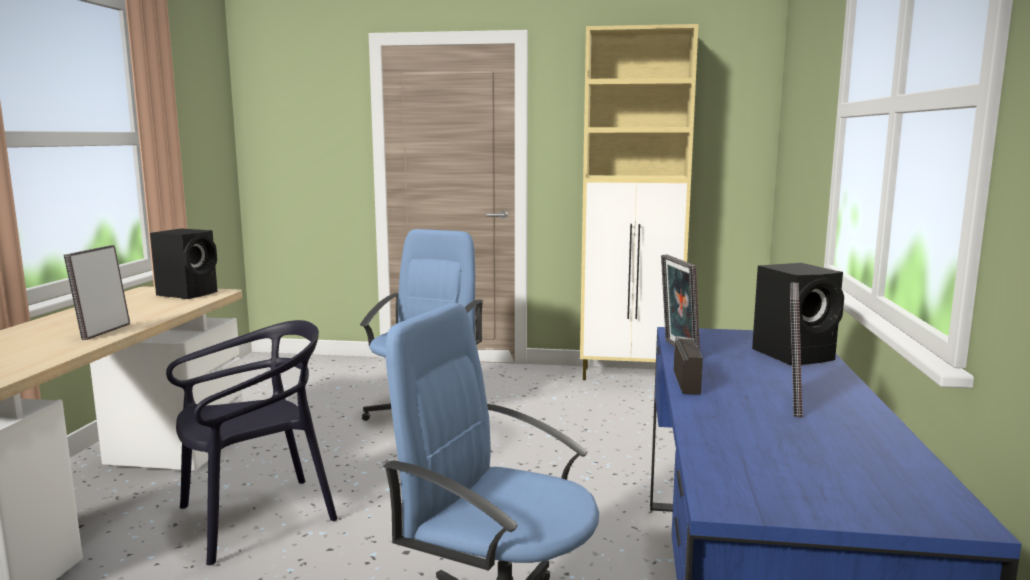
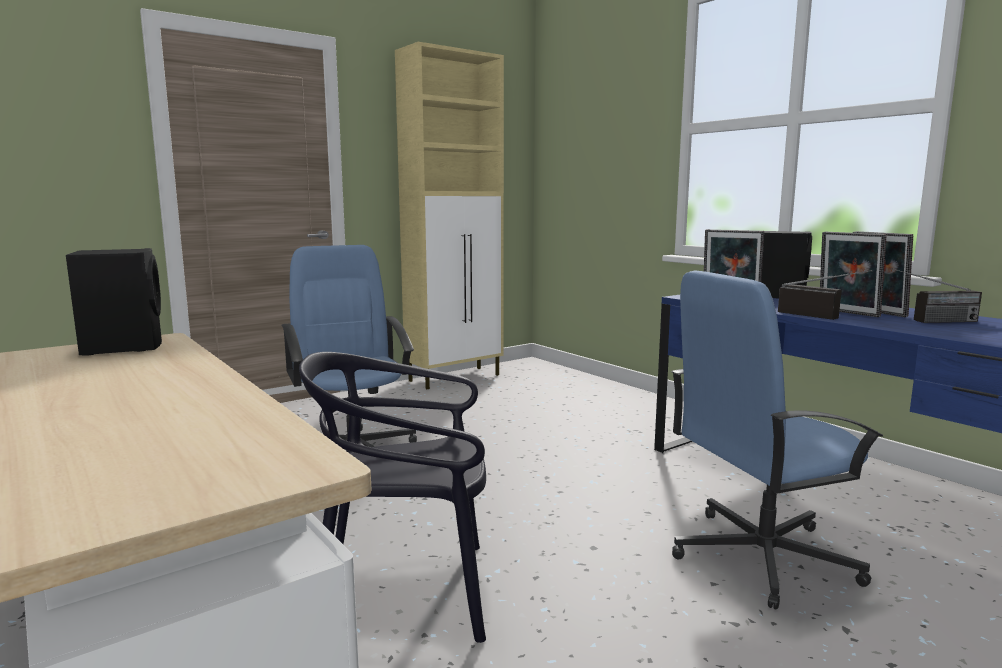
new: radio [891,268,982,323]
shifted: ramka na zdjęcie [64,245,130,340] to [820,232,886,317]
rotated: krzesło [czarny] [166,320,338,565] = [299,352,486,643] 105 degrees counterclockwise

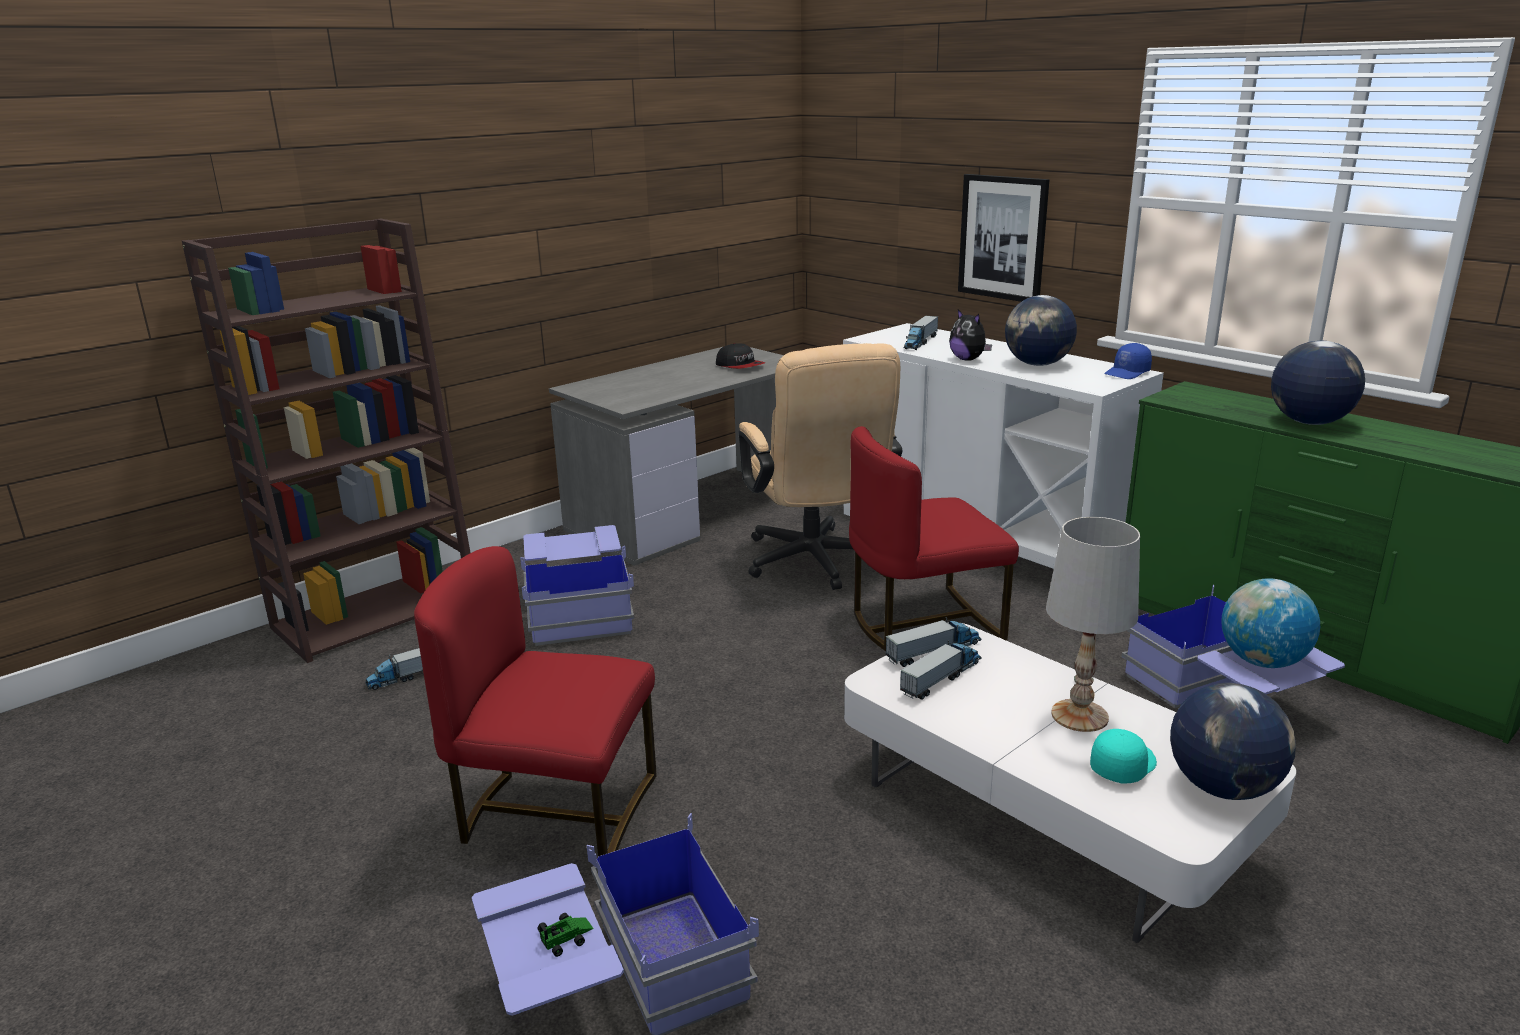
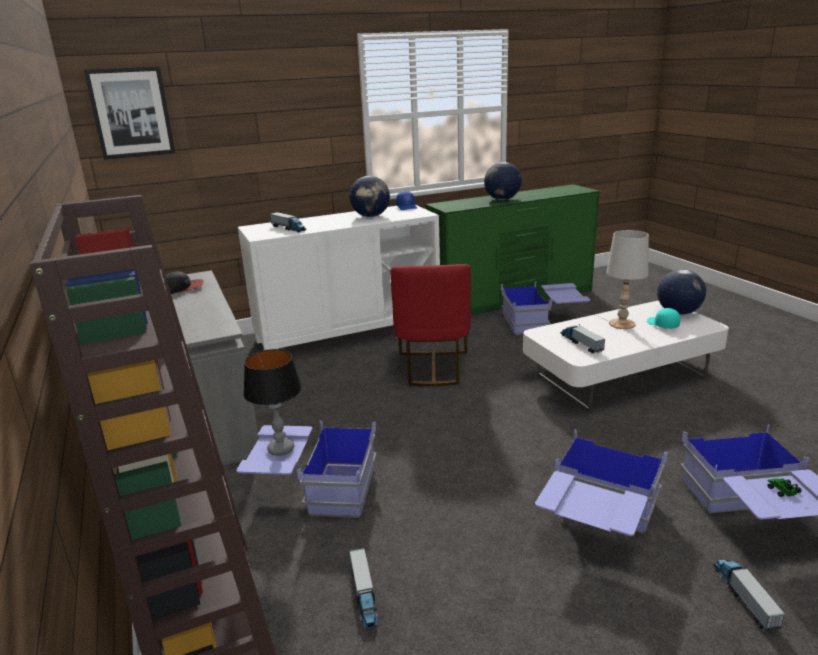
gone: krzesło biurowe [beżowy] [739,343,902,590]; pluszak [949,310,992,361]; globus [1221,579,1320,668]
new: lampa stołowa [243,349,302,456]
shifted: ciężarówka zabawkowa [885,617,981,667] to [713,560,786,632]; obraz [958,174,1049,302] to [84,66,175,160]
swapped: krzesło [czerwony] [414,546,656,857] to pojemnik do przechowywania [niebieski] [535,429,668,536]

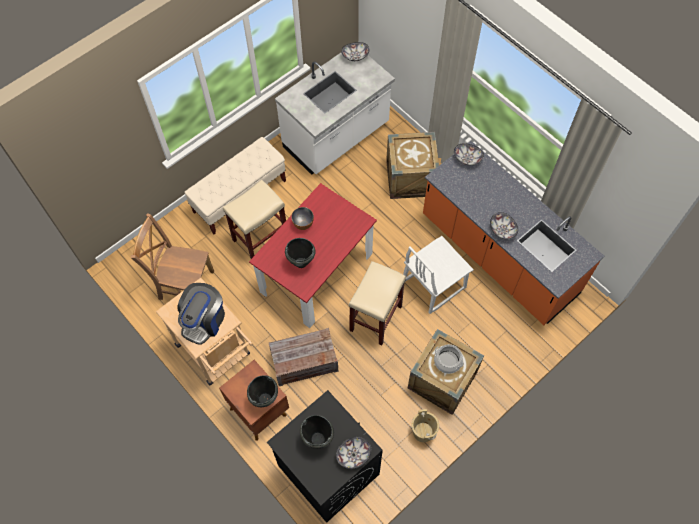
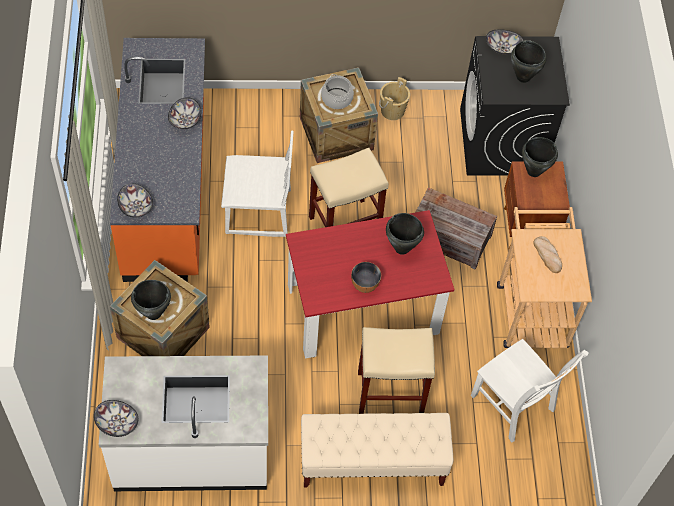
new: garnek [czarny] [131,280,171,320]
swapped: ekspres do kawy [177,283,225,345] to chleb [533,236,562,273]
repainted: krzesło [brązowy] [131,213,214,300] to krzesło [biały] [471,339,589,443]

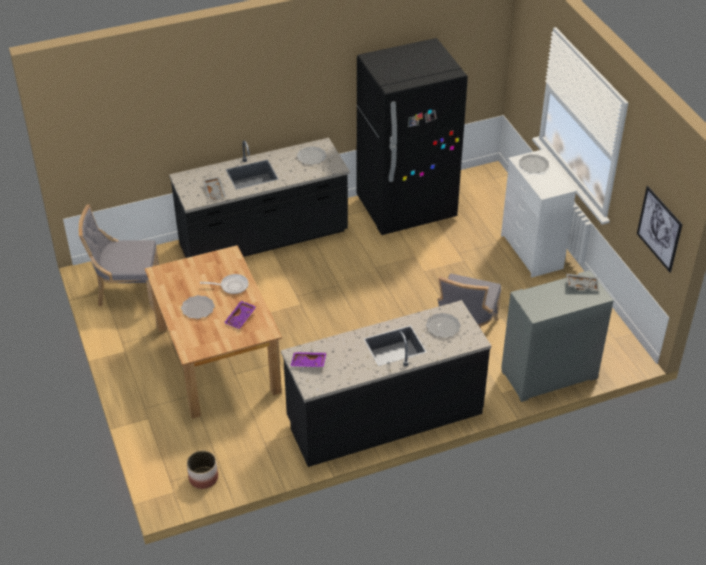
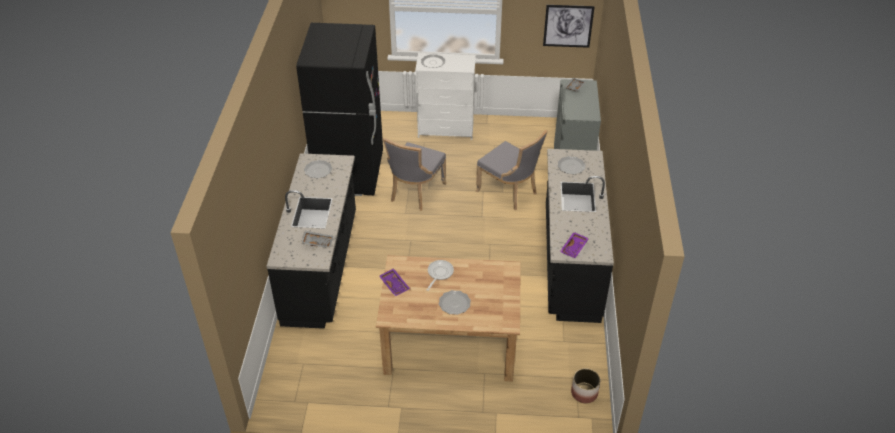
shifted: krzesło [szary] [79,204,159,310] to [383,138,447,211]; taca [fioletowy] [224,301,256,329] to [379,268,410,296]

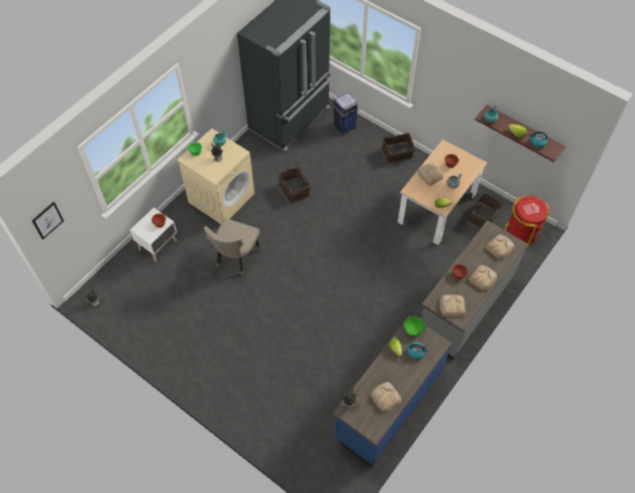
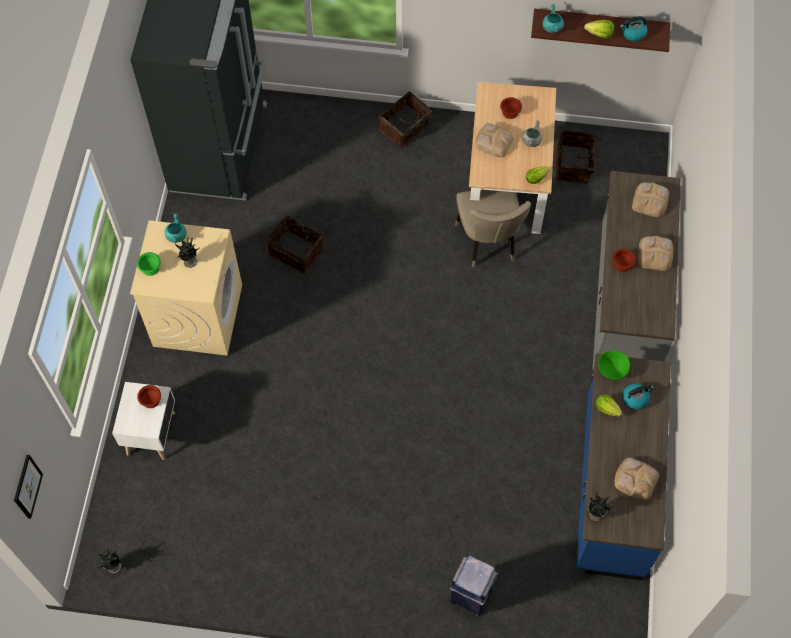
gone: chleb [439,295,466,317]; kosz na śmieci [czerwony] [505,195,550,248]
shifted: krzesło [beżowy] [204,218,260,275] to [455,190,531,267]; kosz na śmieci [niebieski] [332,93,359,136] to [449,555,499,617]

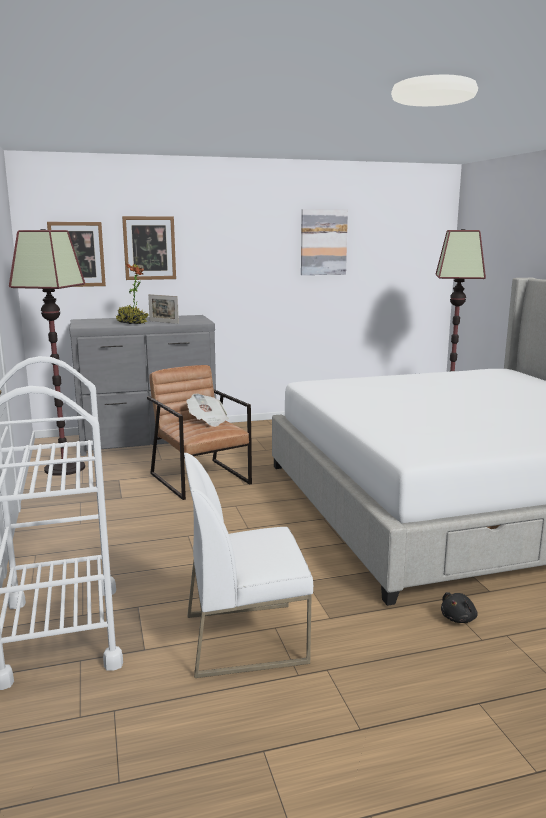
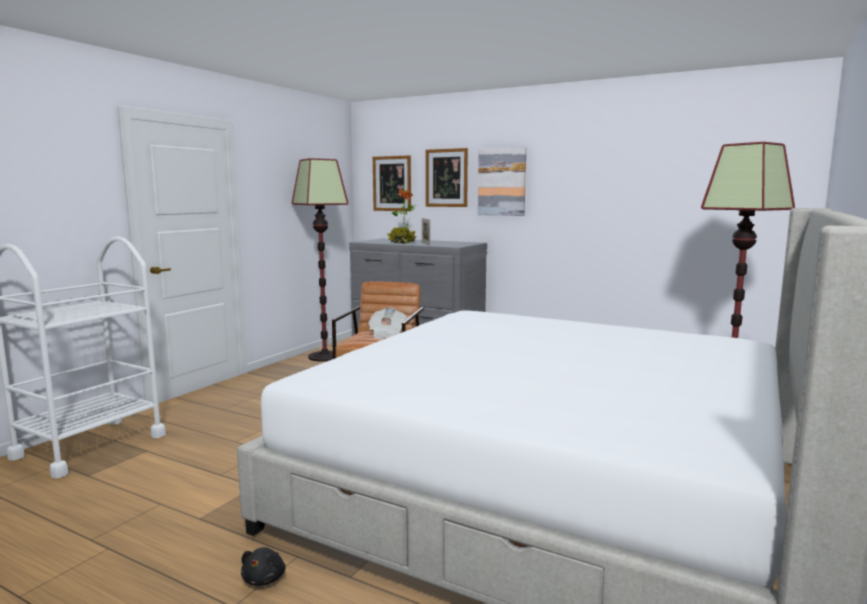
gone: krzesło [biały] [184,453,313,678]
shifted: obraz [301,209,348,275] to [478,147,526,216]
rotated: pluszak [czarny] [441,592,478,623] = [241,547,286,586] 75 degrees counterclockwise

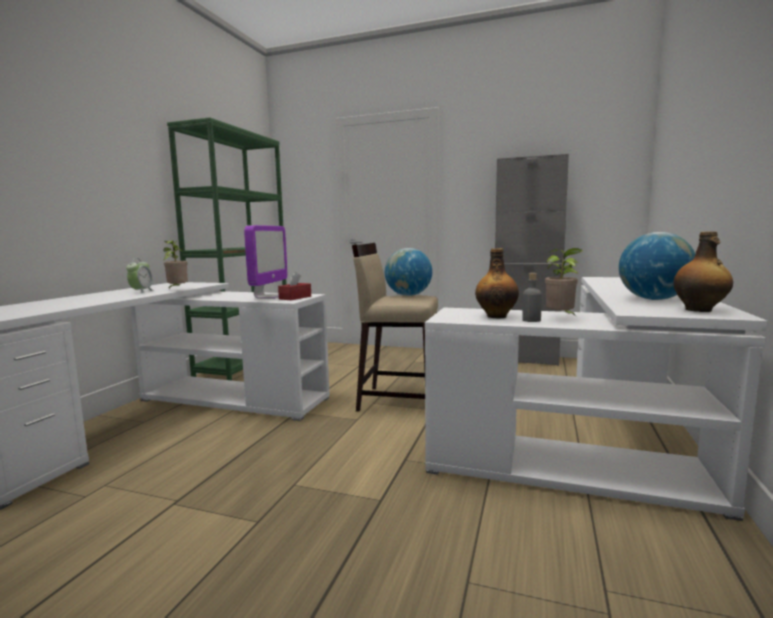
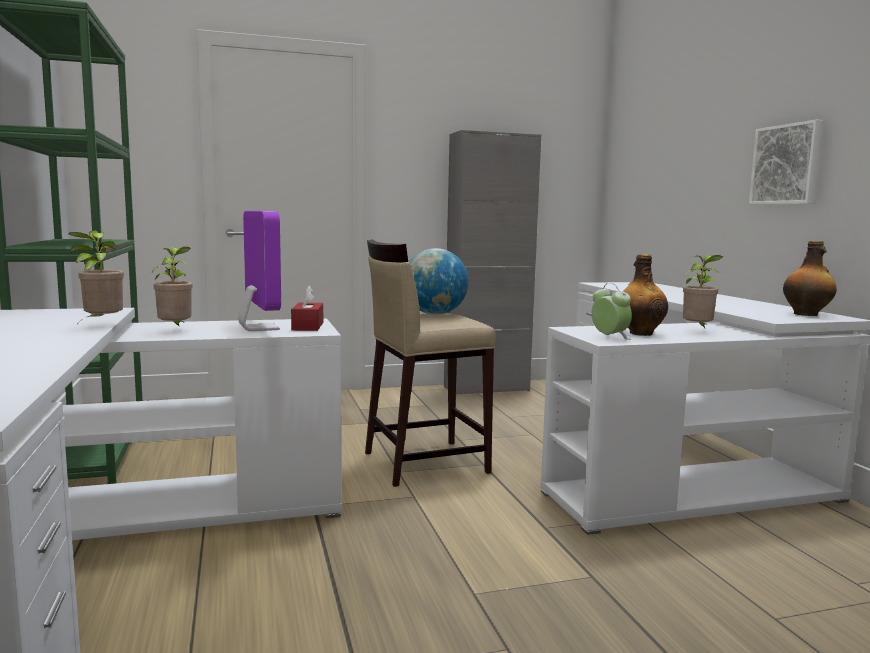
gone: butelka [szary] [522,273,542,322]; globus [619,232,695,300]
new: roślina doniczkowa [152,247,194,327]; obraz [749,120,824,204]
shifted: budzik [126,258,154,293] to [591,283,632,340]

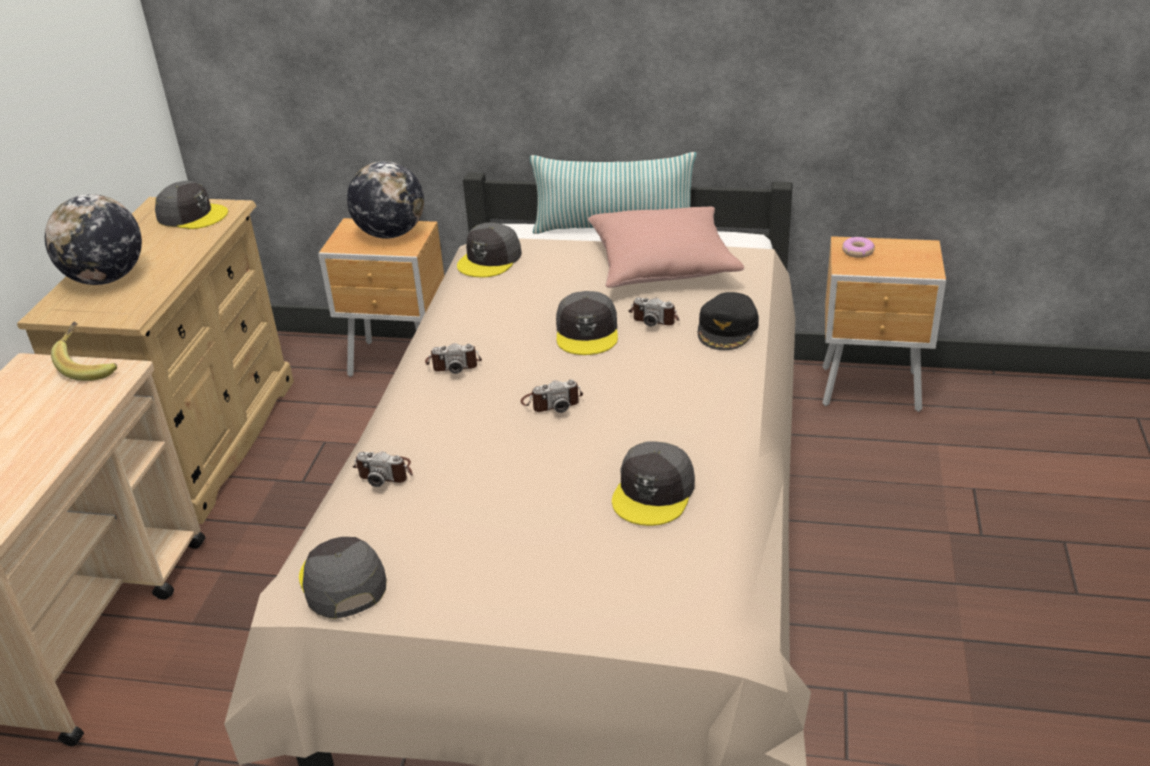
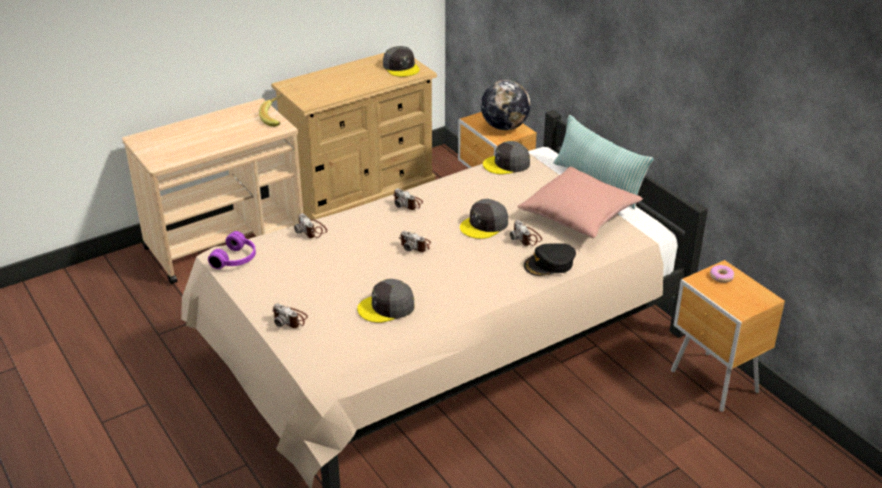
gone: globus [45,194,142,285]
new: aparat fotograficzny [272,303,308,328]
swapped: czapka z daszkiem [szary] [299,537,387,618] to słuchawki [fioletowy] [208,231,256,269]

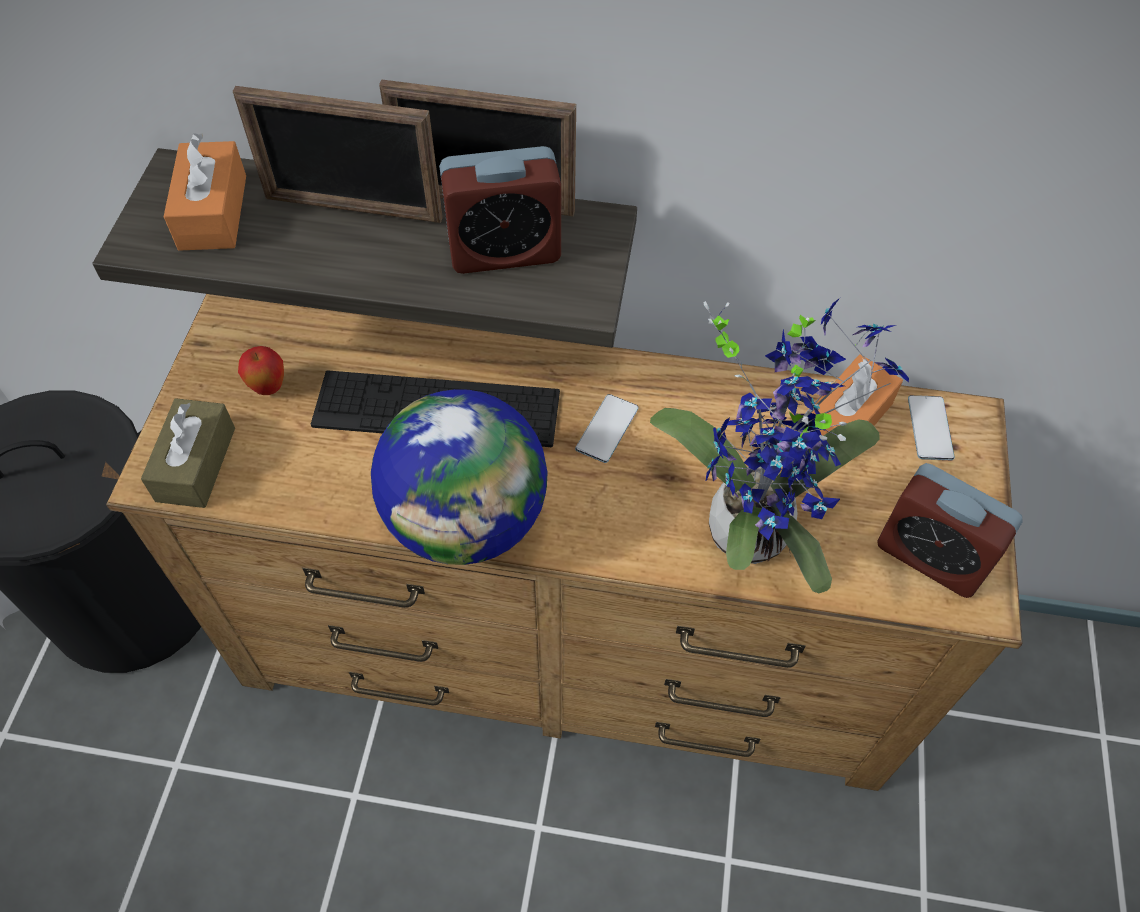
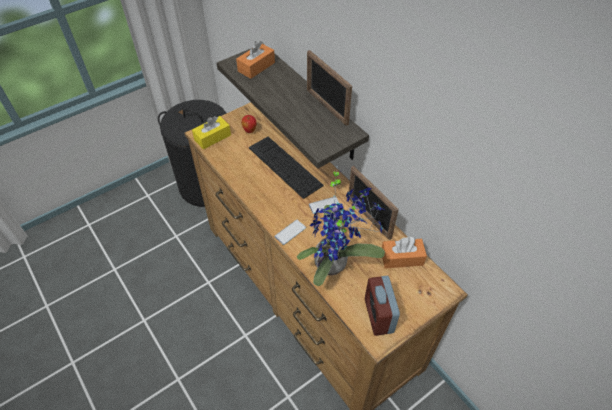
gone: globus [371,389,547,565]; budzik [439,146,561,274]
shifted: ramka na zdjęcie [233,86,443,223] to [349,166,399,240]; telefon [908,395,955,460] to [274,220,306,245]
repainted: pudełko chusteczek [brązowy] [141,398,235,508] to pudełko chusteczek [żółty] [192,116,231,150]

